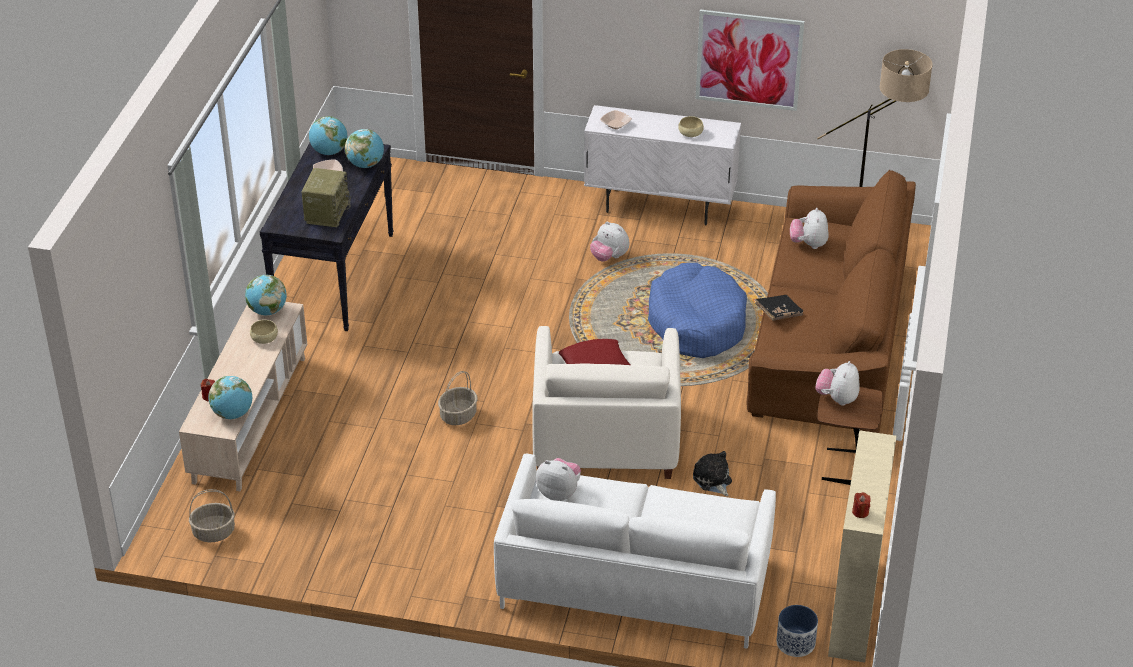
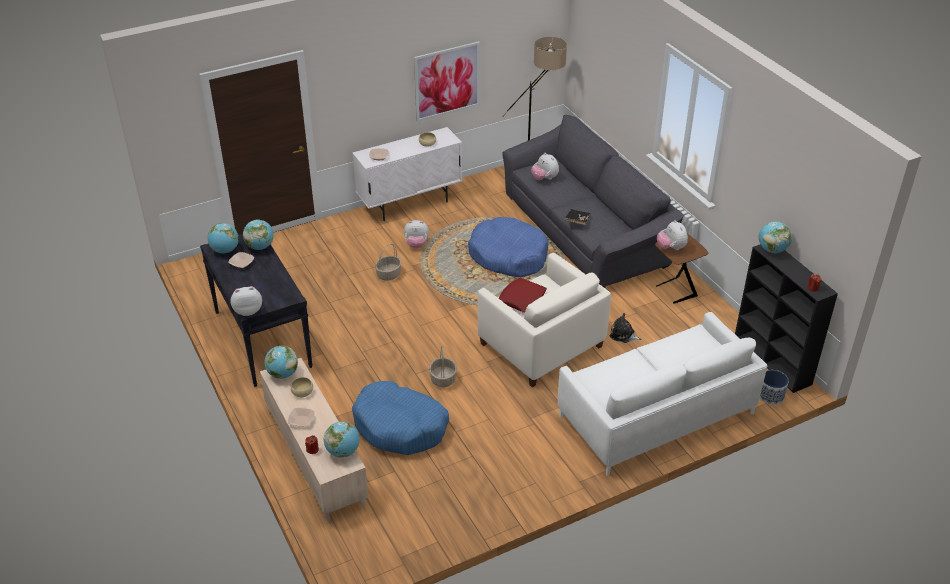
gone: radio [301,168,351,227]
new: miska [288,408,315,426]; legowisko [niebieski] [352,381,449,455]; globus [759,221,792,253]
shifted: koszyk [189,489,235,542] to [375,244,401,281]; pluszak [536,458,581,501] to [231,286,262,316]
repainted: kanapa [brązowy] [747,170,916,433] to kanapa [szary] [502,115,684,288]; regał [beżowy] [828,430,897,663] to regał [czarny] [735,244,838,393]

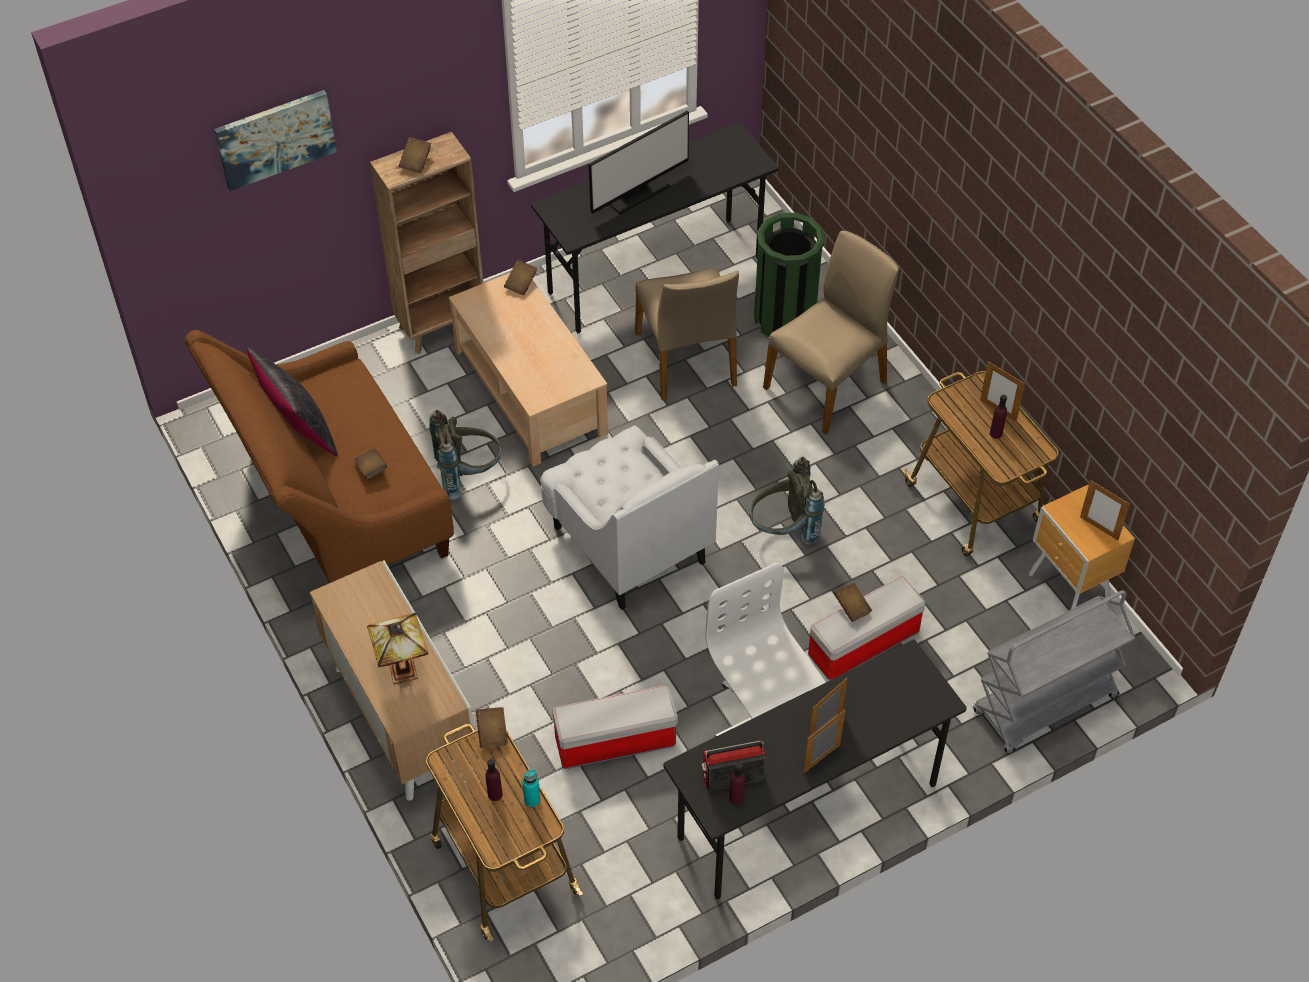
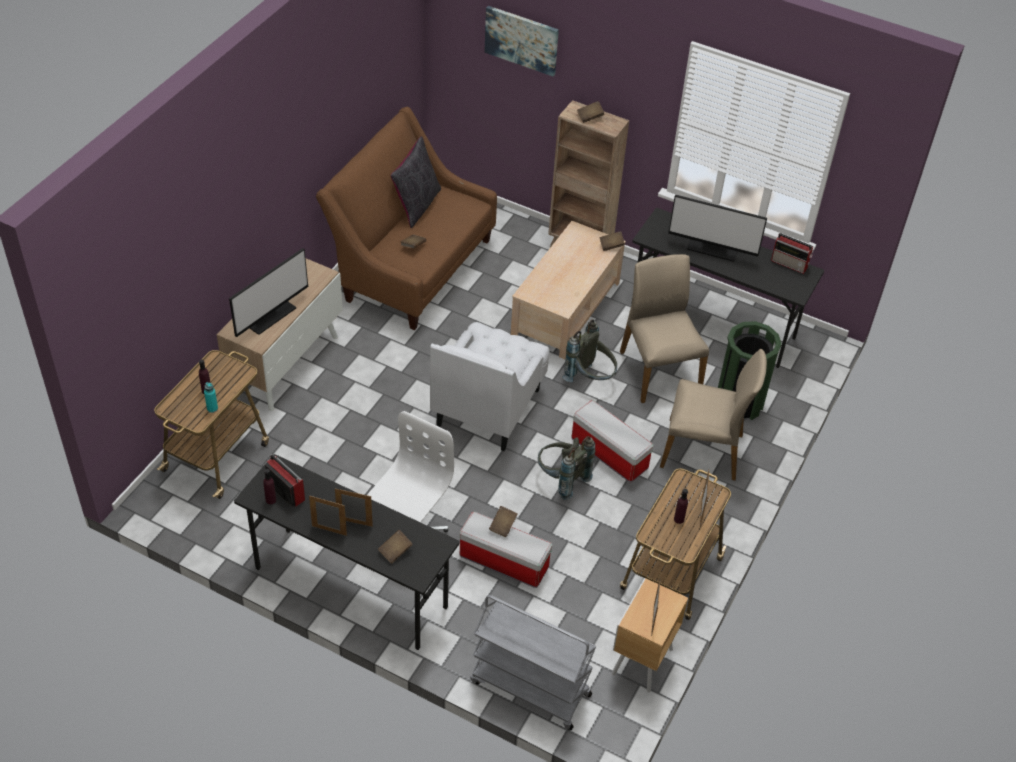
new: radio [771,233,813,274]
shifted: plecak [szary] [429,410,502,500] to [562,319,617,382]; książka [brązowy] [476,707,508,748] to [378,530,413,563]; pojemnik do przechowywania [552,685,678,769] to [572,400,653,483]
swapped: lampa stołowa [367,613,428,684] to monitor [229,248,308,337]
rotated: krzesło [beżowy] [635,267,739,400] = [620,254,709,403] 120 degrees clockwise

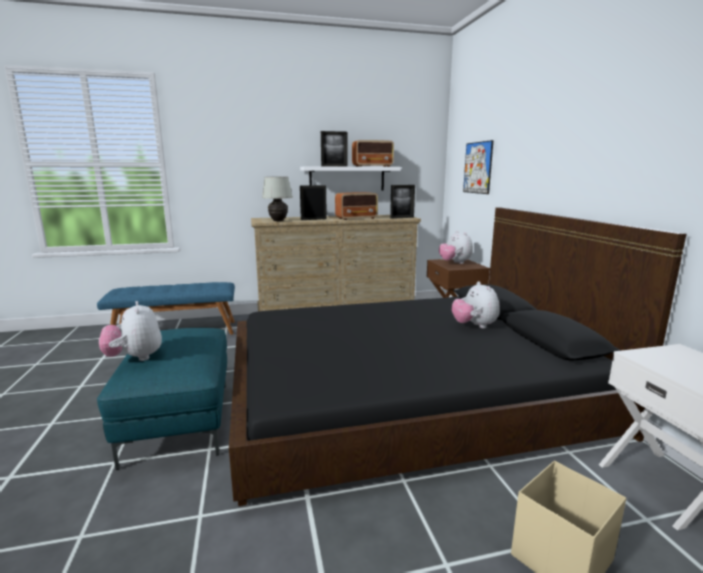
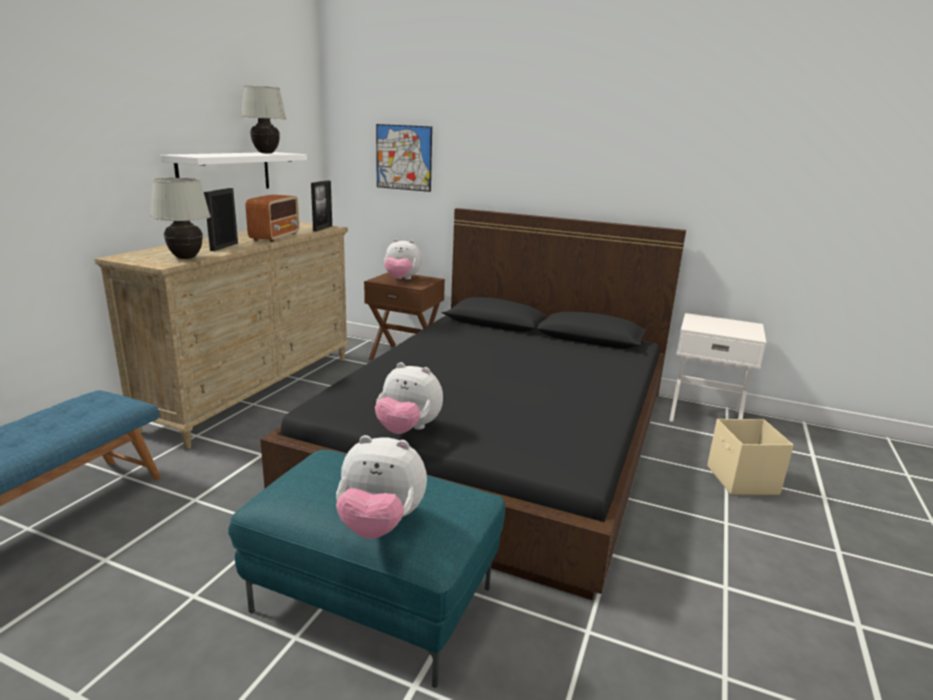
gone: ramka na zdjęcie [321,131,348,167]
shifted: pluszak [452,282,499,328] to [375,362,443,434]
swapped: radio [352,140,394,167] to lampa stołowa [biały] [241,86,287,153]

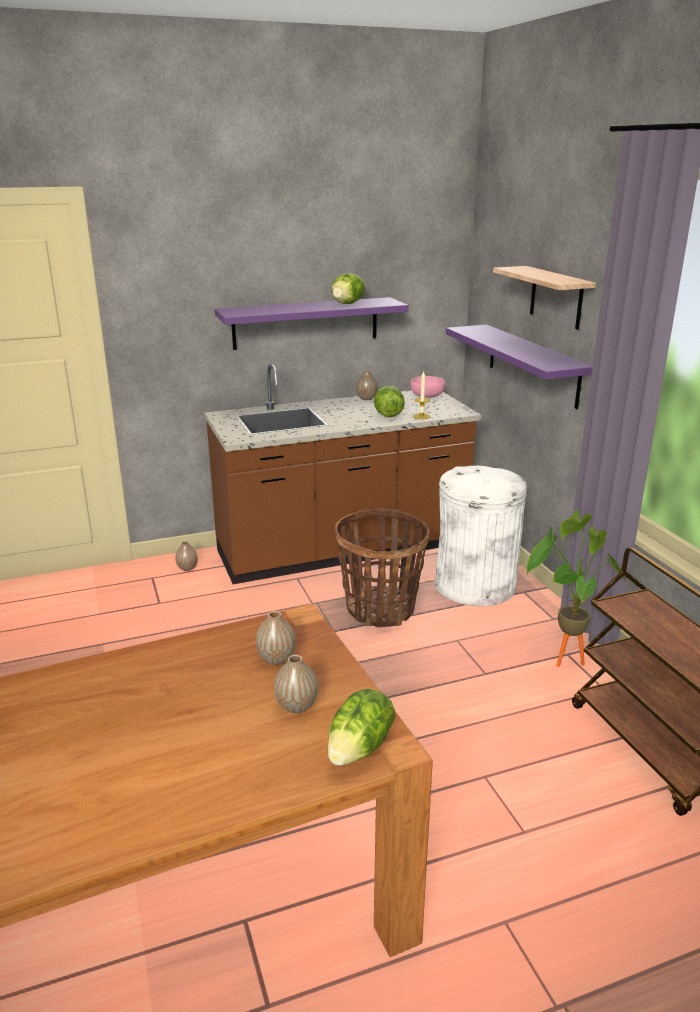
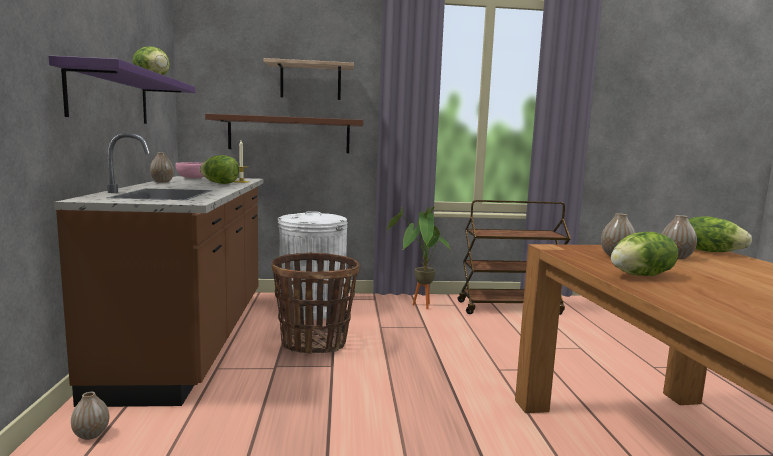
new: sałata [611,232,678,276]
repainted: półka [fioletowy] [446,324,592,409] to półka [brązowy] [205,114,363,153]

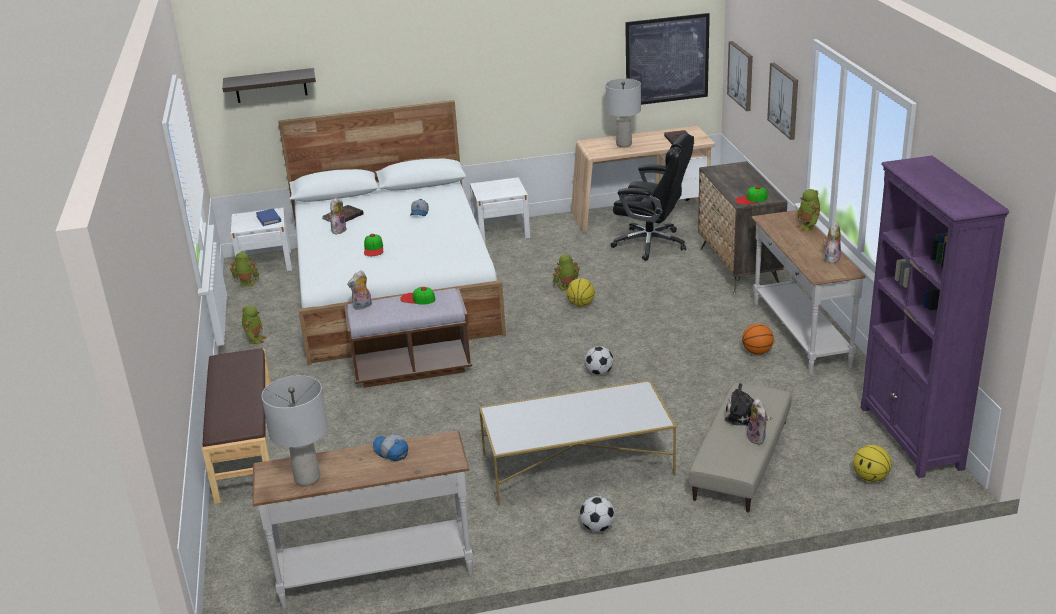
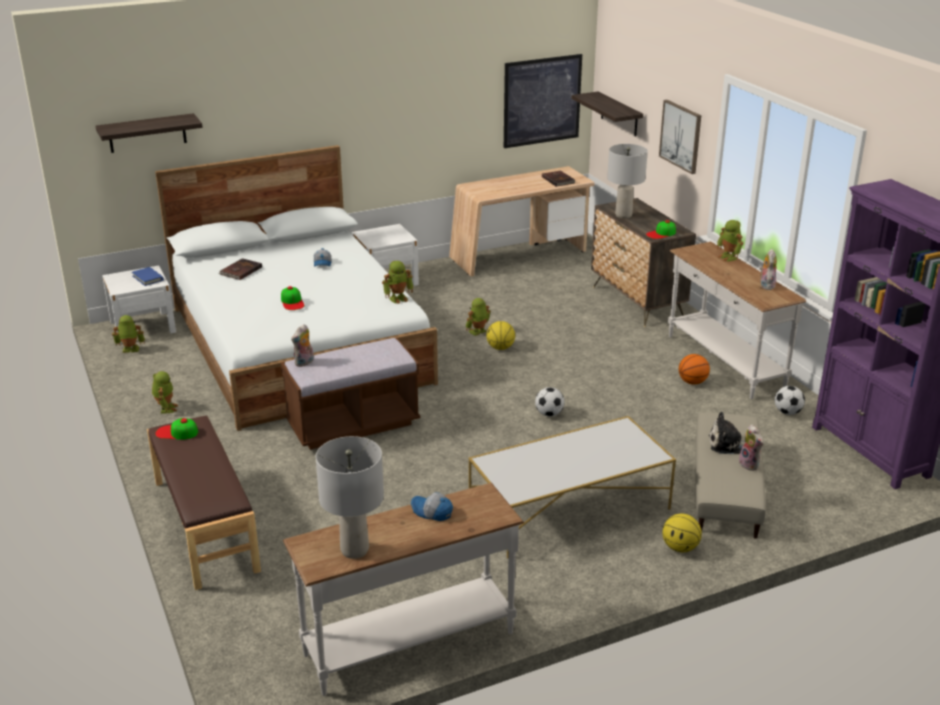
gone: pluszak [329,198,347,234]; krzesło biurowe [czarny] [610,133,694,261]
new: robot zabawkowy [382,261,413,304]
shifted: czapka z daszkiem [400,287,435,305] to [155,418,198,440]; piłka futbolowa [580,496,615,532] to [775,386,805,415]; lampa stołowa [szary] [606,79,641,148] to [607,144,648,219]; piłka do koszykówki [853,445,892,482] to [662,514,702,552]
swapped: obraz [727,41,753,111] to półka [572,91,643,137]

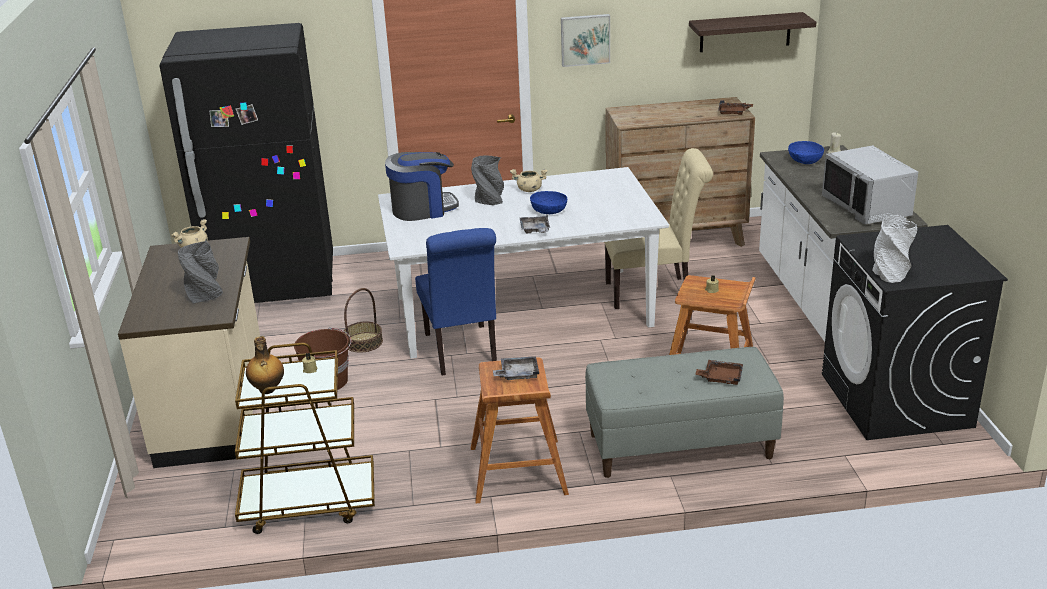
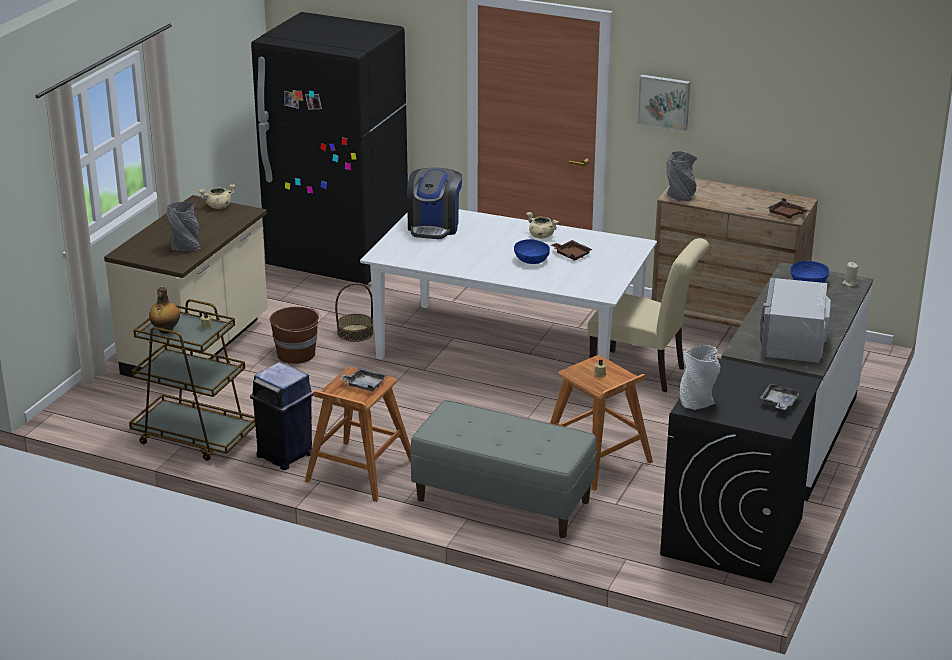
gone: krzesło [niebieski] [415,228,497,375]; półka [689,12,816,52]
new: kosz na śmieci [niebieski] [250,362,314,470]
shifted: wazon [szary] [471,155,504,205] to [666,151,697,202]; taca [szary] [520,215,550,233] to [760,383,801,410]; taca [brązowy] [695,360,743,385] to [551,240,593,261]
rotated: ekspres do kawy [385,152,459,221] = [407,168,462,239] 90 degrees clockwise

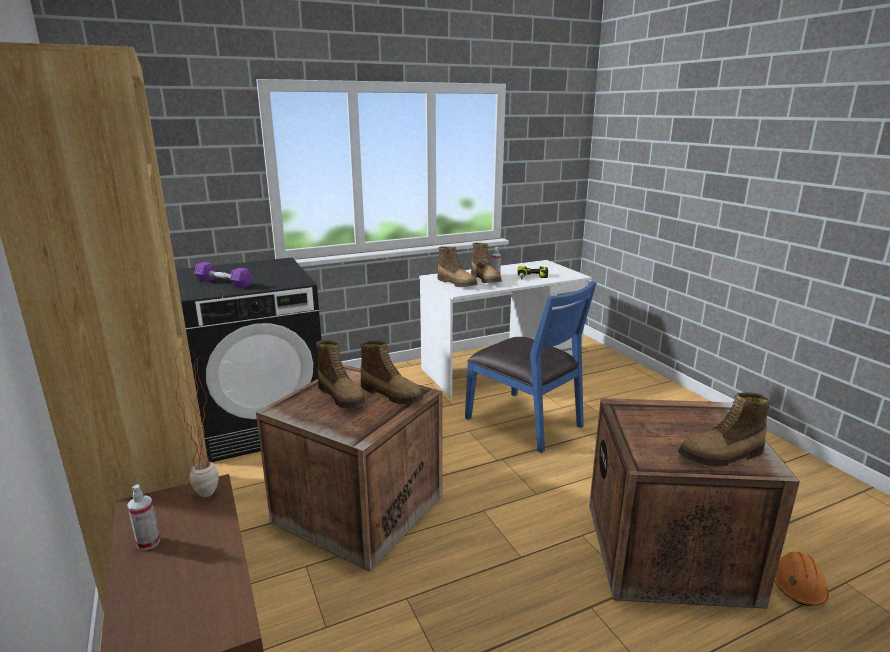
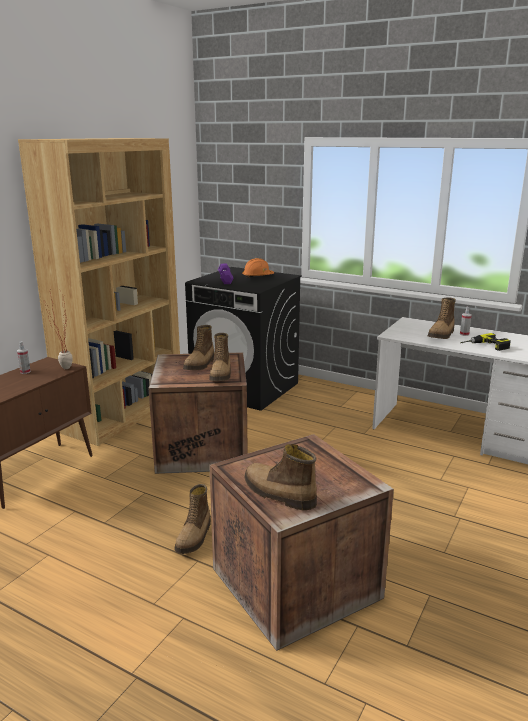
gone: krzesło [niebieski] [465,281,596,453]
shifted: but z cholewką [437,246,477,287] to [174,484,211,554]; kask [pomarańczowy] [774,552,829,606] to [242,258,274,278]

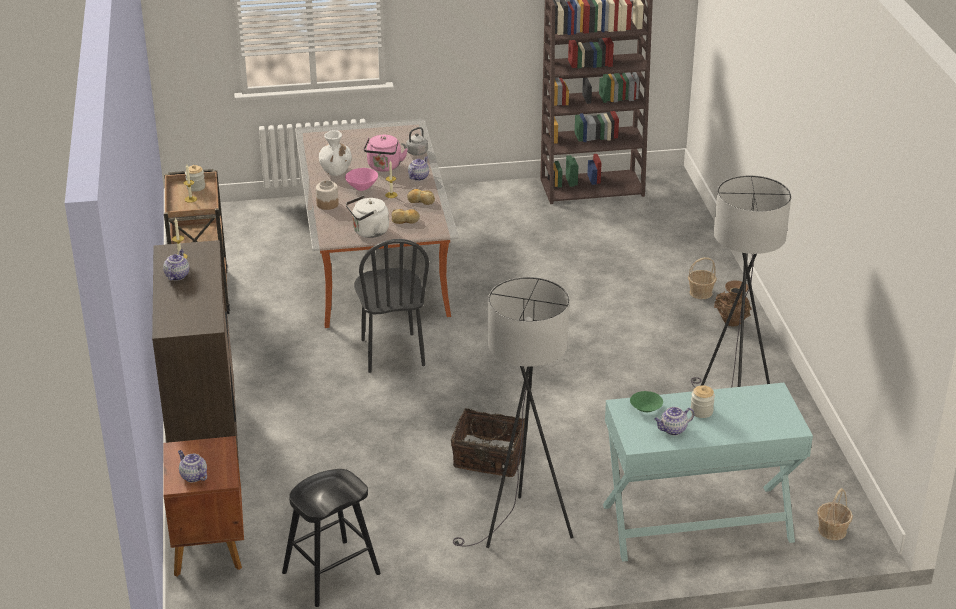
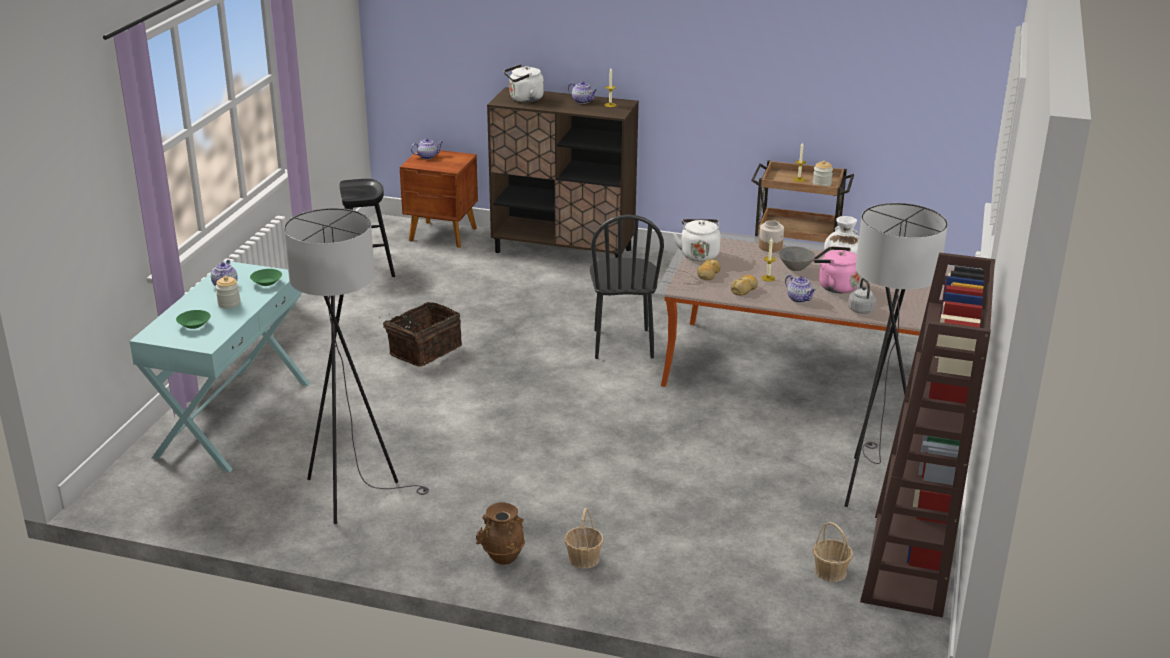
new: miska [zielony] [176,310,211,329]; czajnik [biały] [504,64,544,102]
shifted: lampa stojąca [szary] [453,277,573,548] to [845,203,948,507]; koszyk [817,488,853,540] to [813,522,853,582]
repainted: miska [różowy] [345,168,378,191] to miska [szary] [779,246,815,271]
rotated: krzesło [czarny] [354,239,429,373] = [589,215,664,359] 105 degrees counterclockwise

